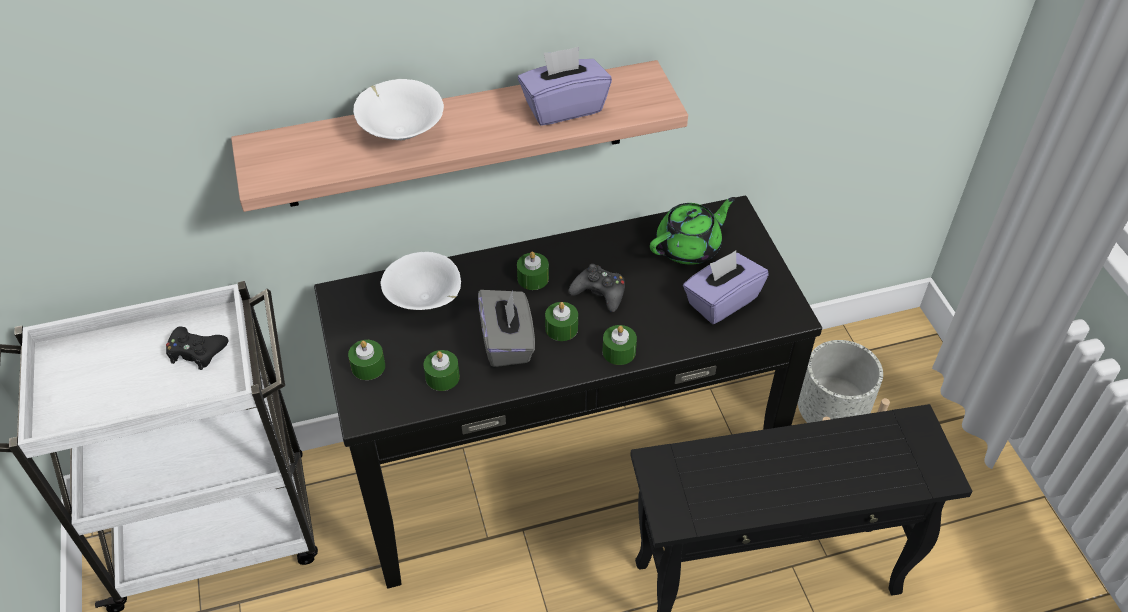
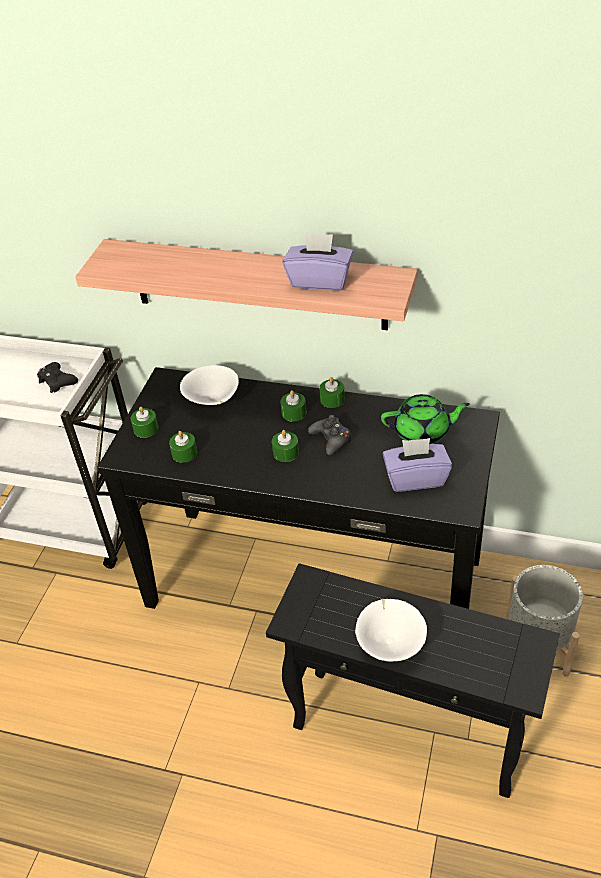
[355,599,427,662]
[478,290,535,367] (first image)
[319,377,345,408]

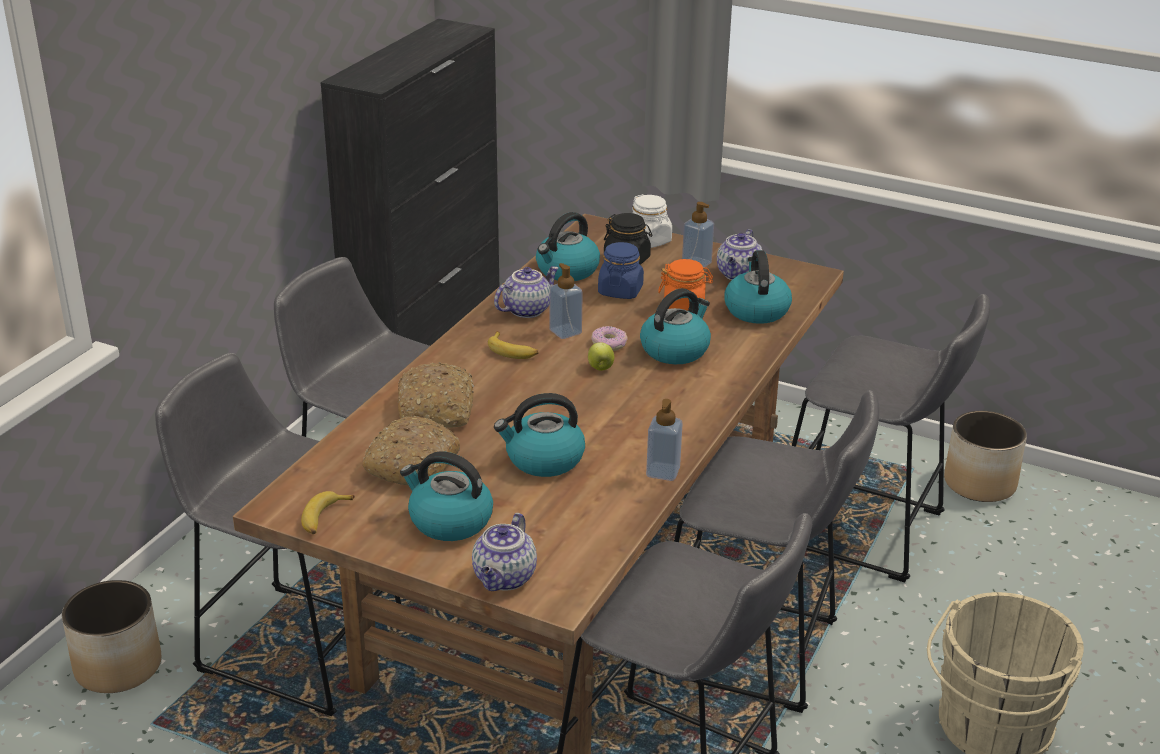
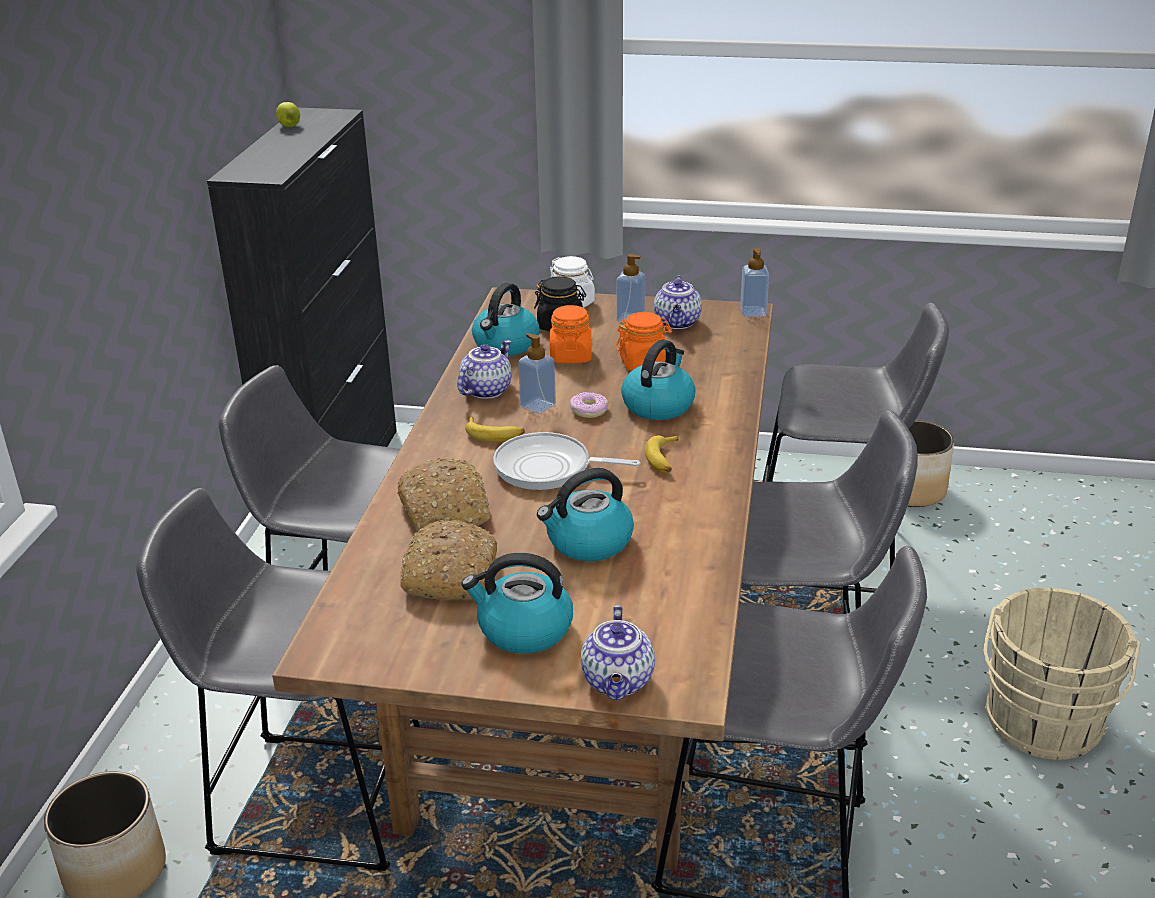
[645,435,679,472]
[276,102,300,127]
[550,305,592,364]
[740,248,769,317]
[724,250,792,324] (first image)
[493,432,640,490]

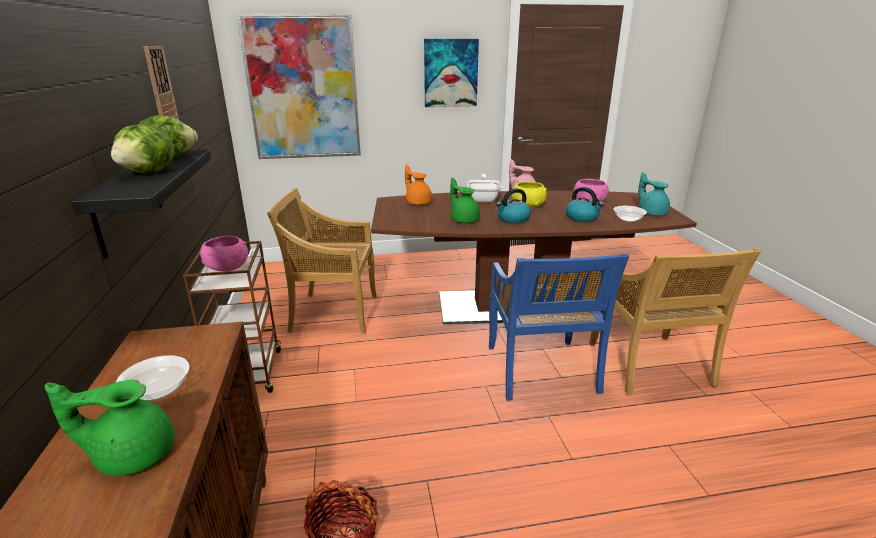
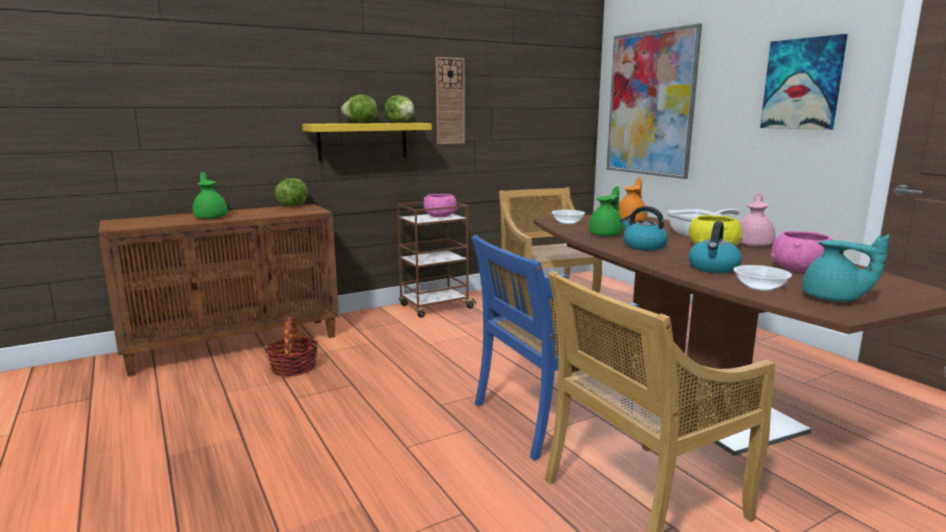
[302,123,432,161]
[551,210,585,224]
[802,235,890,302]
[275,178,308,207]

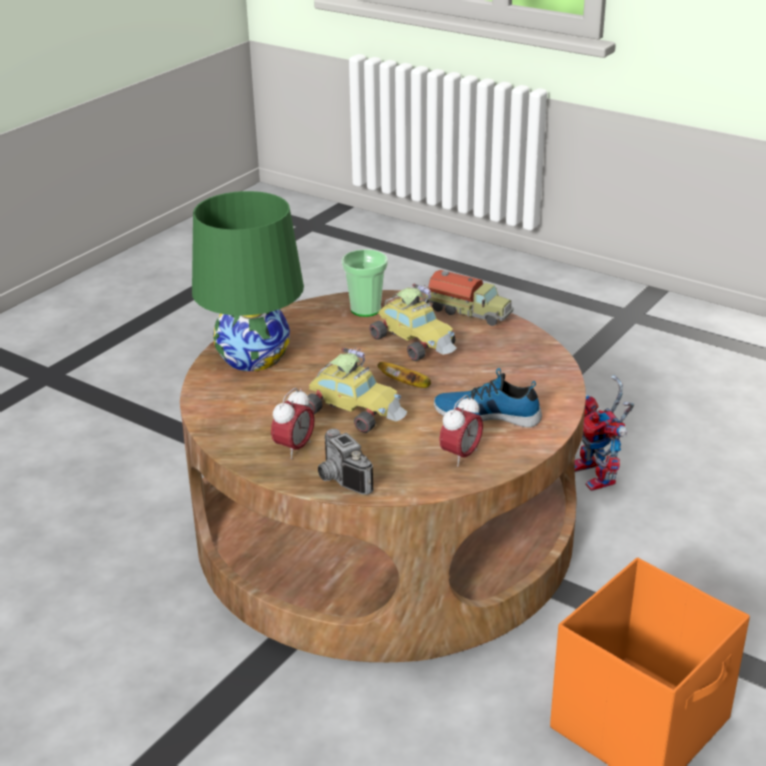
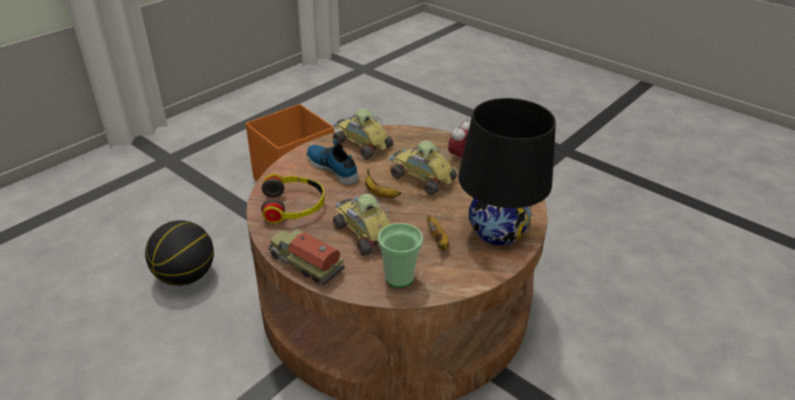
[458,98,556,245]
[318,429,374,495] (first image)
[306,139,359,185]
[332,108,393,159]
[575,375,634,491] (first image)
[145,220,214,286]
[261,174,325,224]
[427,215,449,250]

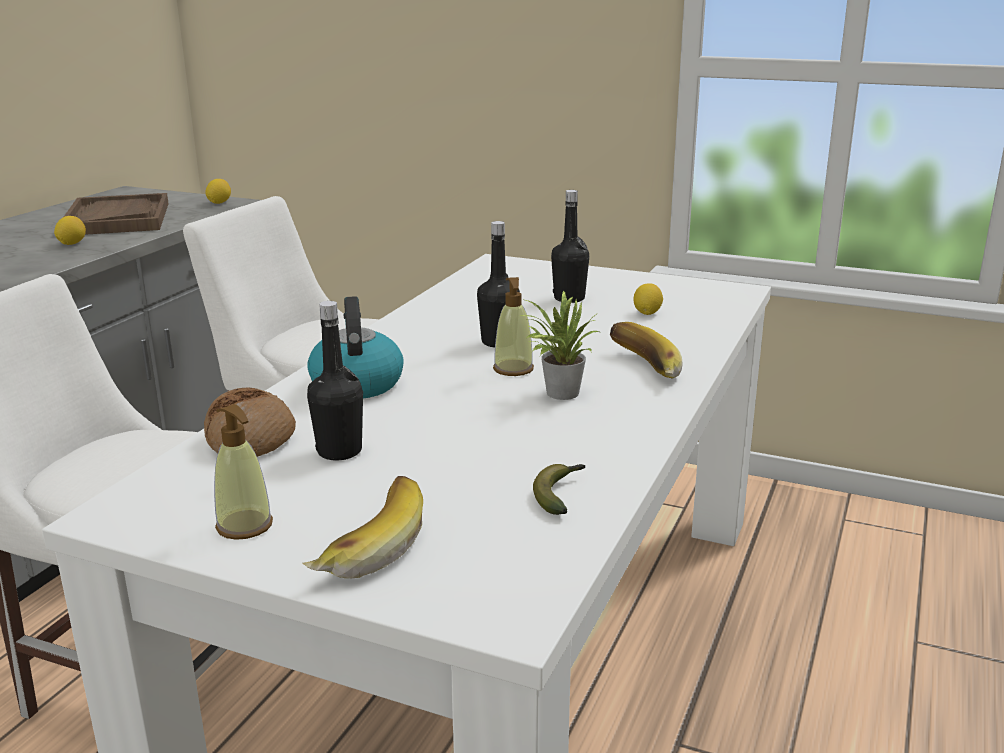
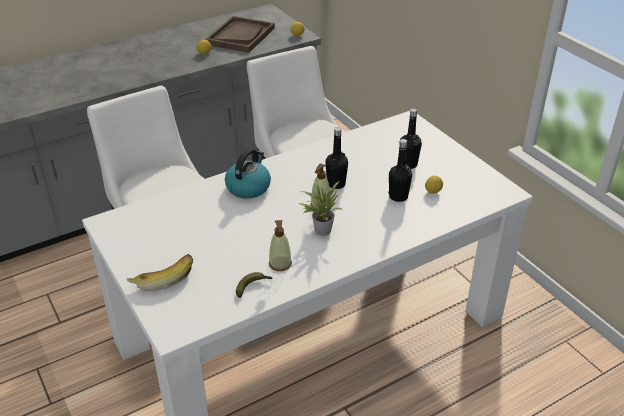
[204,387,296,457] (first image)
[269,220,292,271]
[388,139,412,202]
[610,322,682,379] (first image)

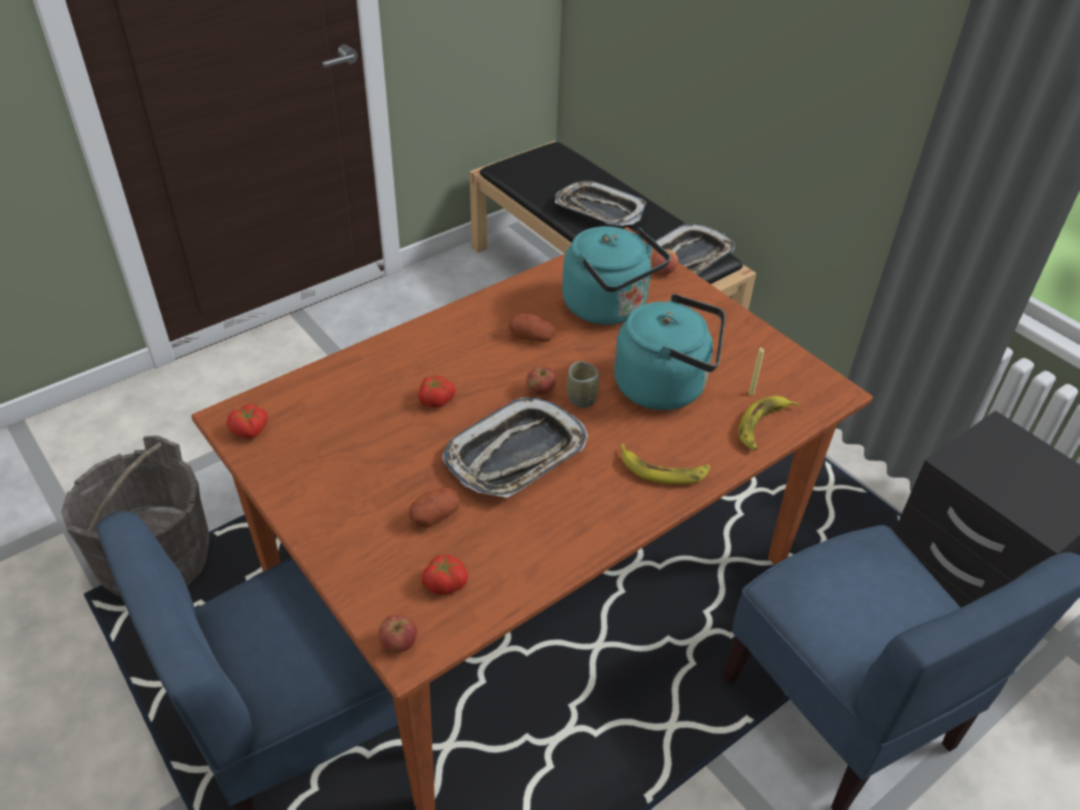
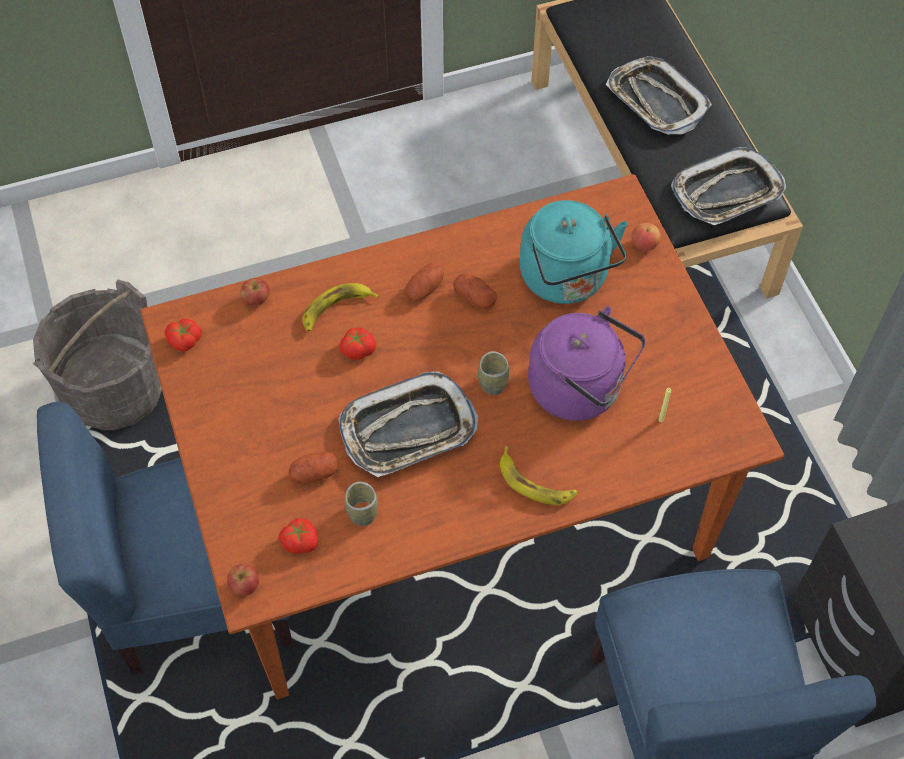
[240,278,269,306]
[528,306,646,421]
[302,283,379,332]
[345,482,378,526]
[405,263,444,301]

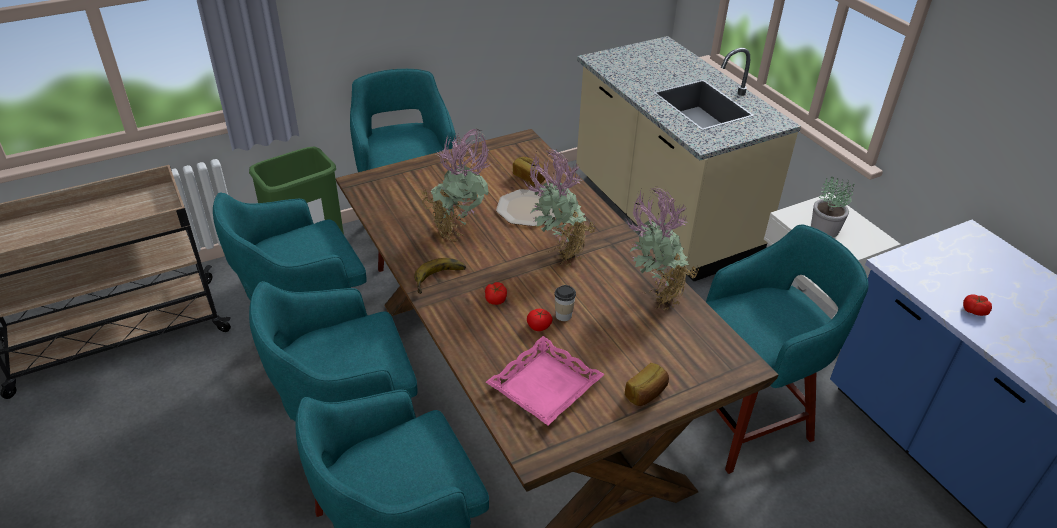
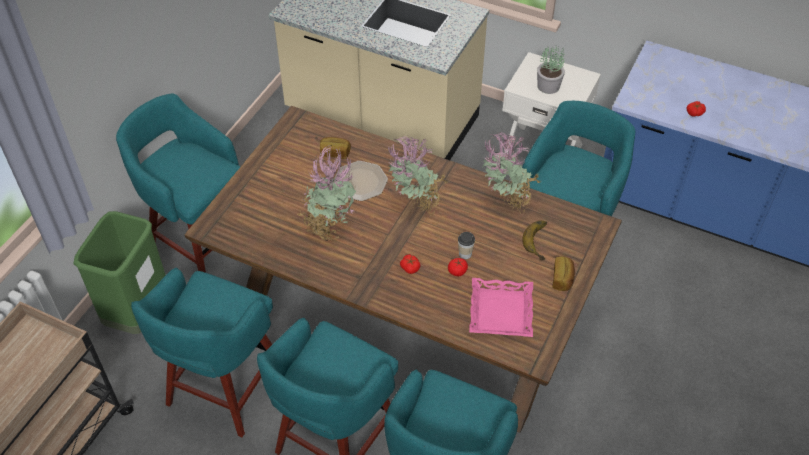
[522,220,547,260]

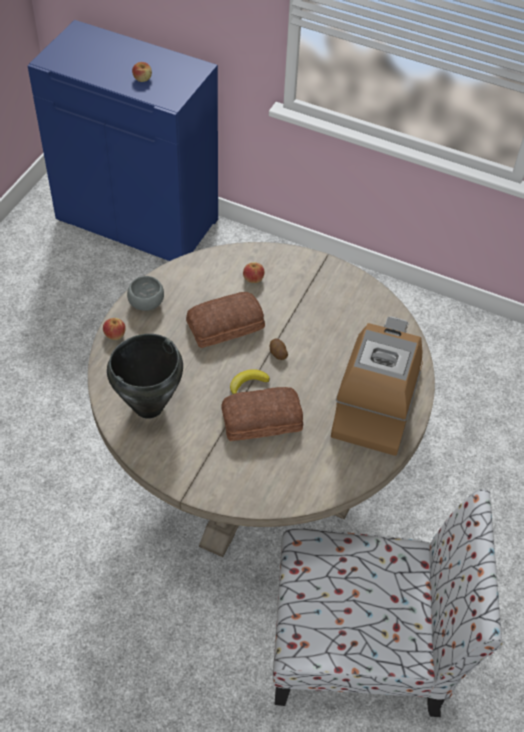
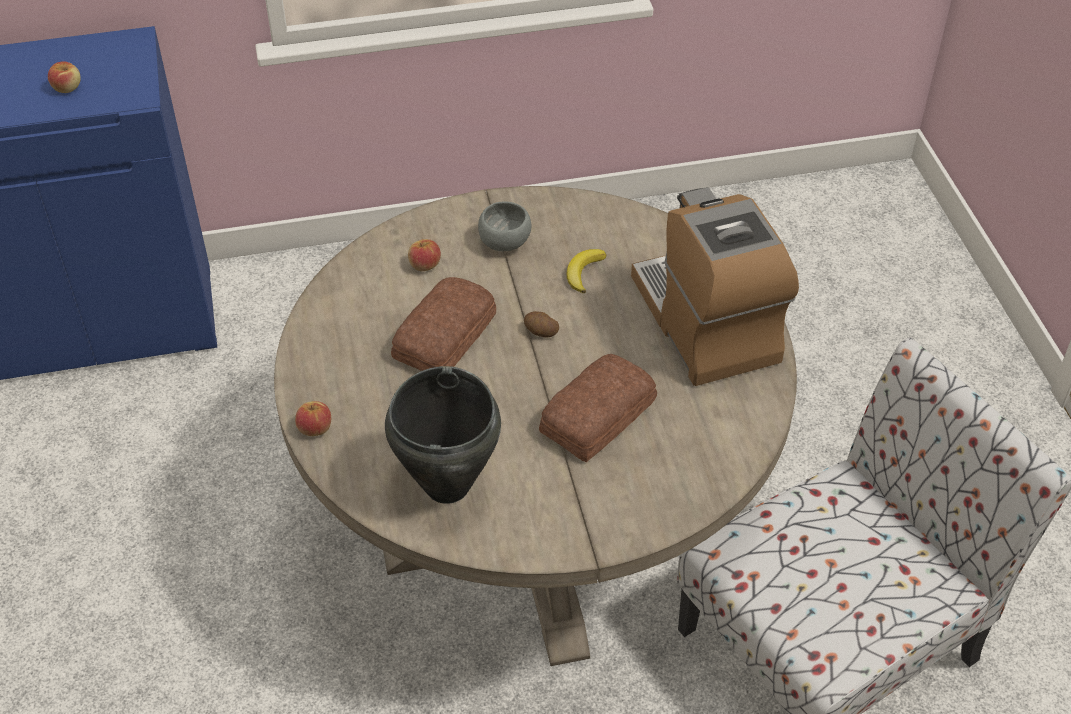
[478,201,531,251]
[567,249,606,293]

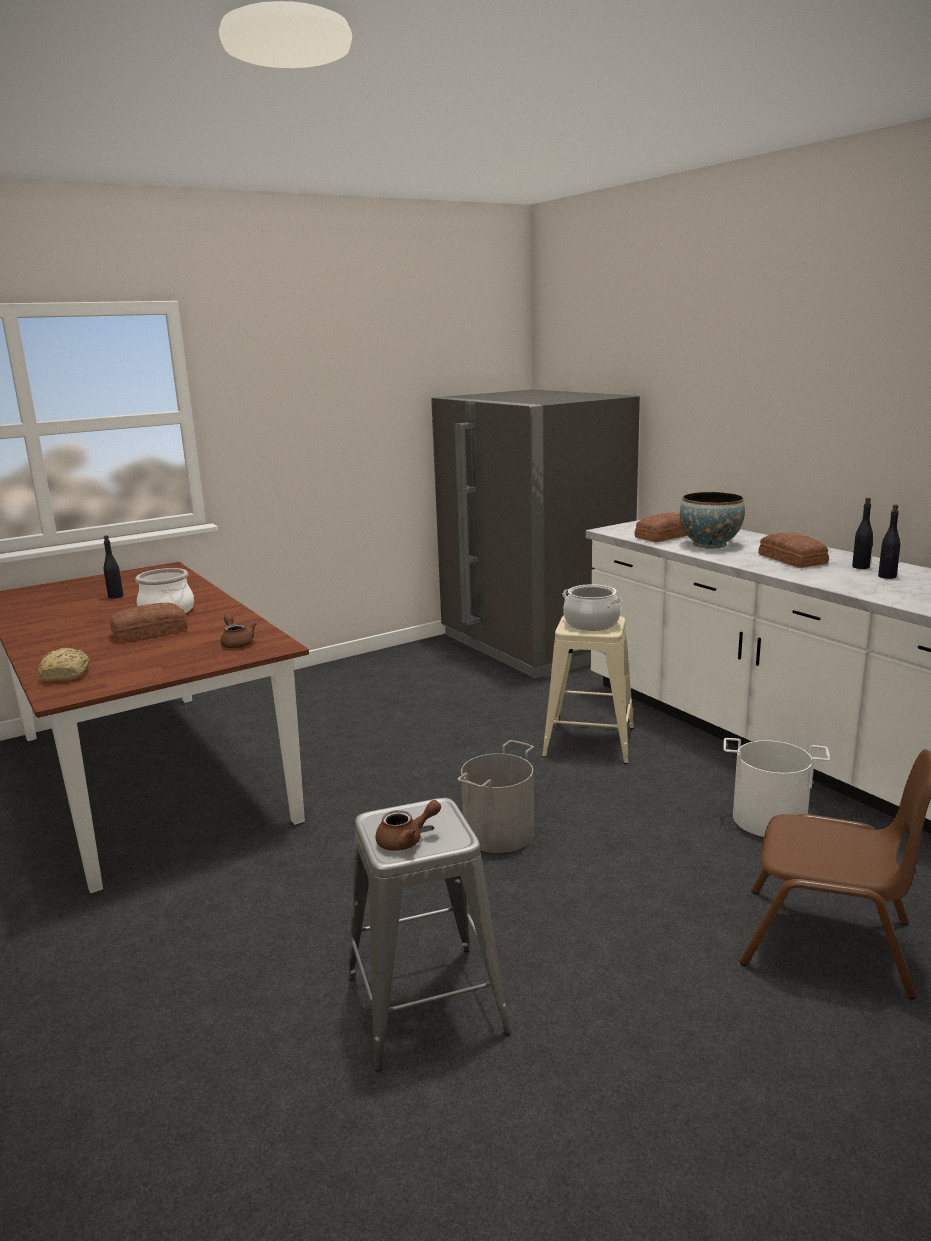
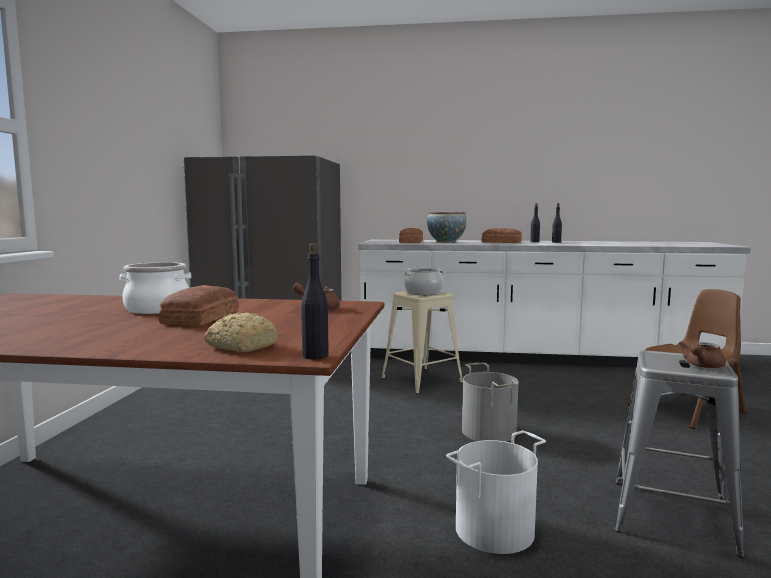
[301,243,329,359]
[678,341,726,368]
[446,431,546,554]

